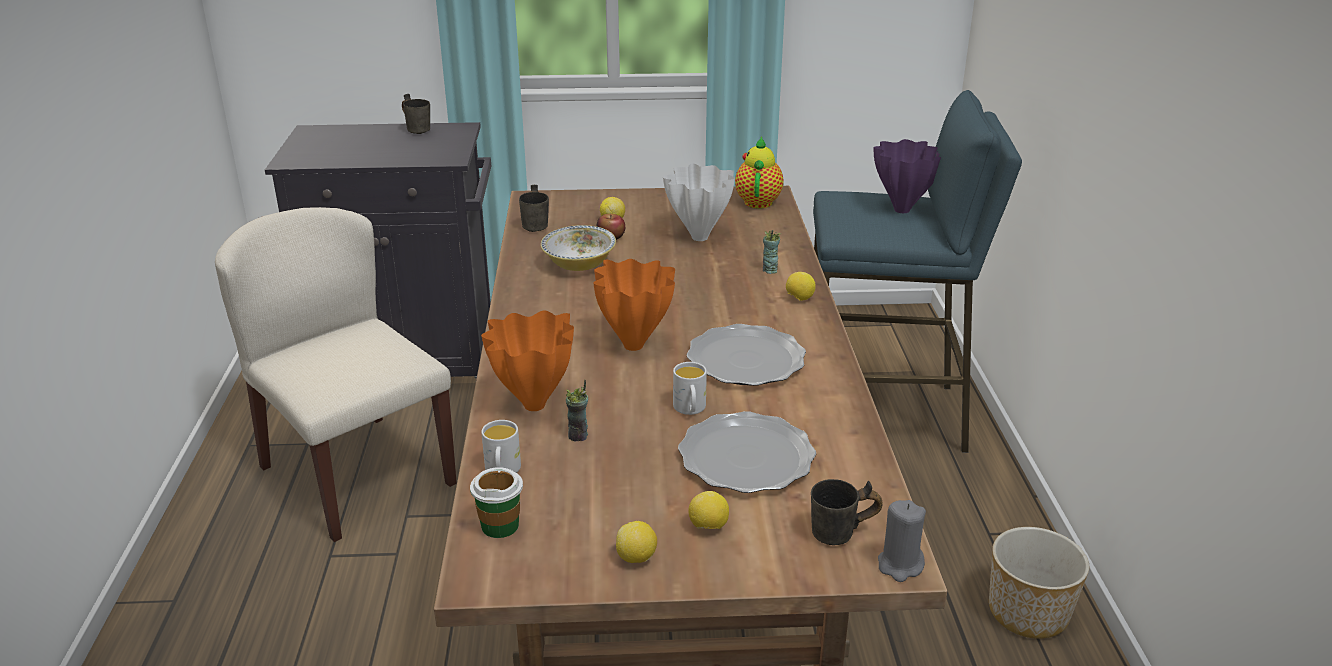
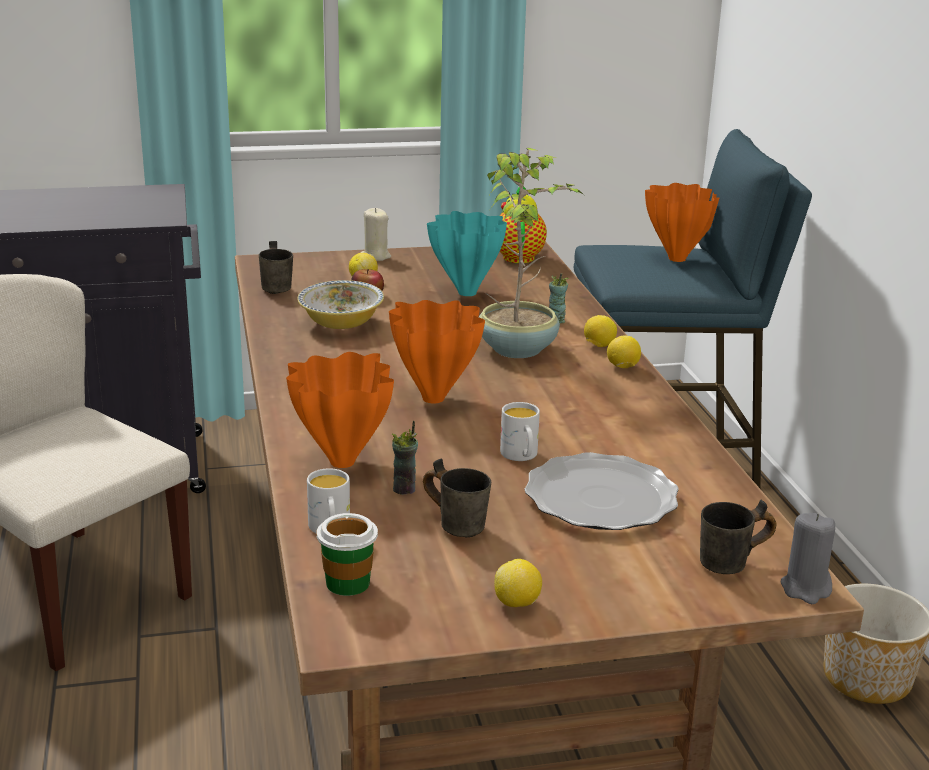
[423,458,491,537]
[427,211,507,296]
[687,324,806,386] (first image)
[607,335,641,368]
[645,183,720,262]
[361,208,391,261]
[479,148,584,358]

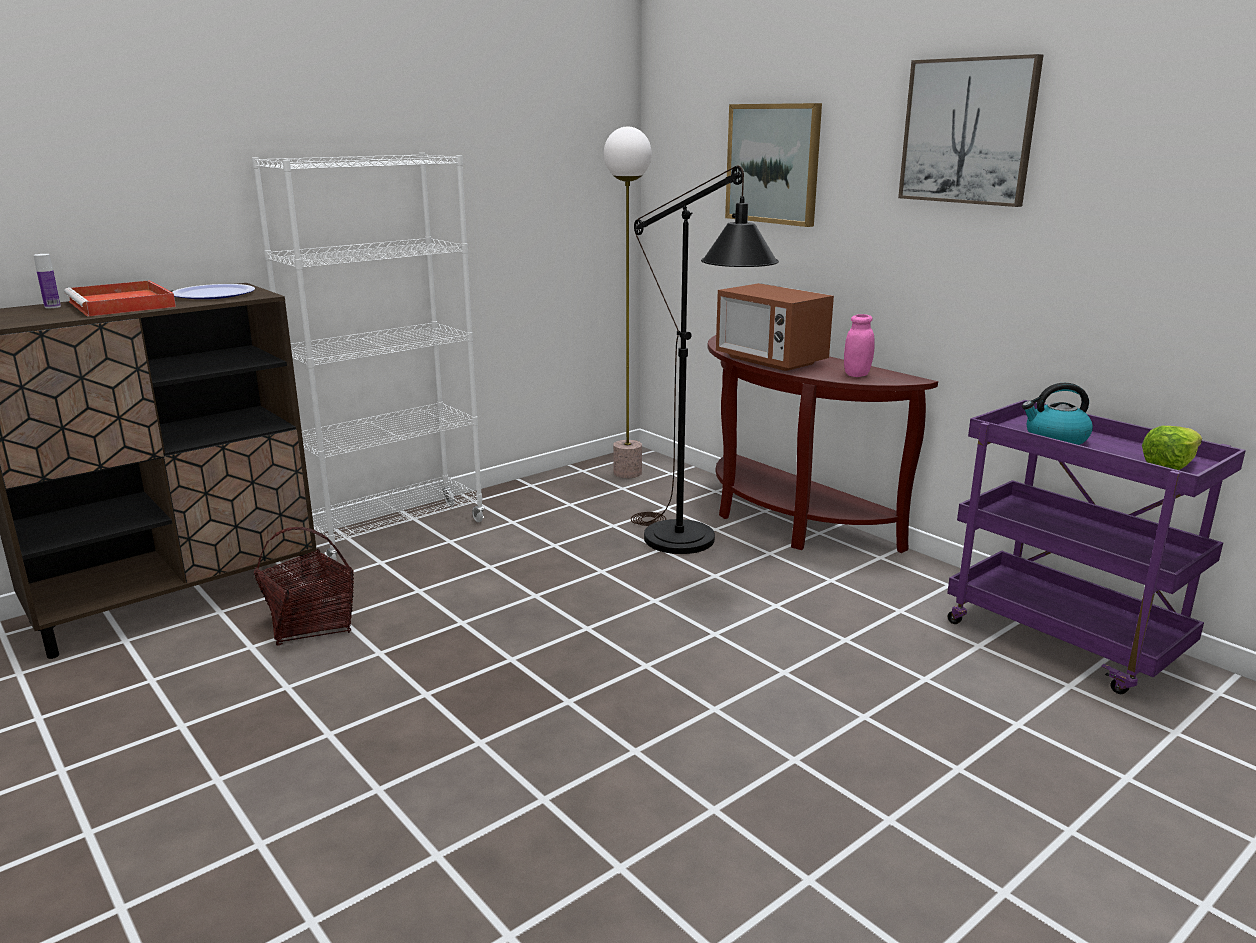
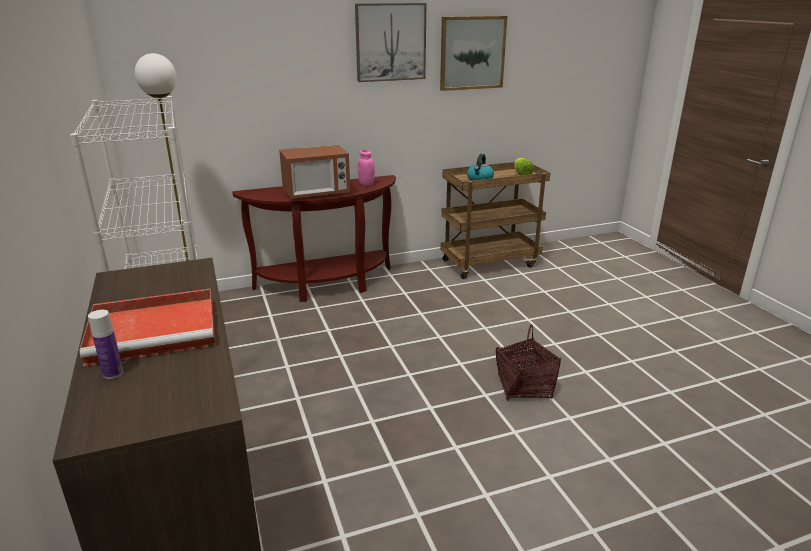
[172,284,255,299] (first image)
[496,325,561,401]
[631,165,779,554] (first image)
[440,16,507,91]
[441,162,550,279]

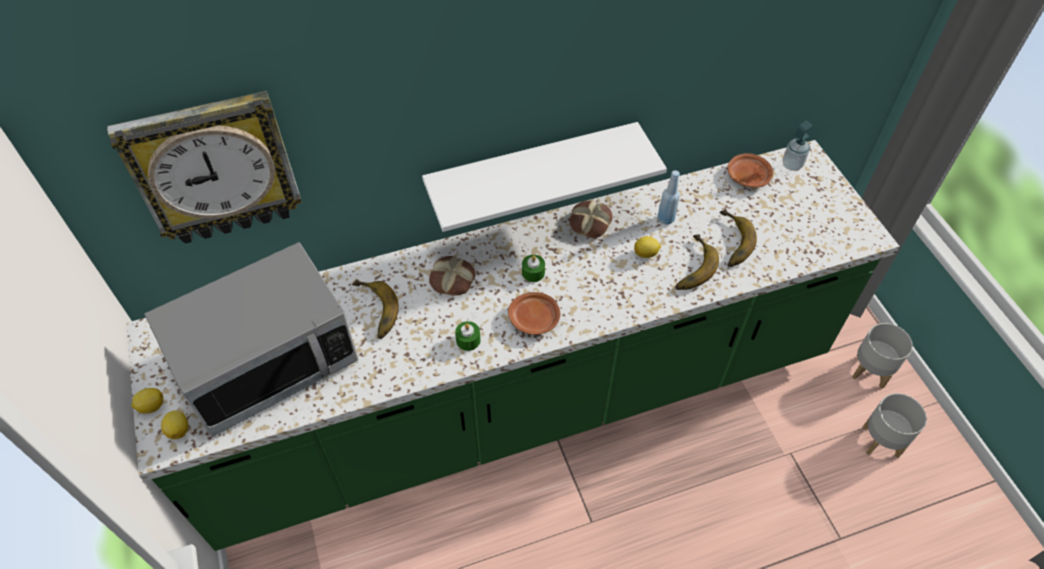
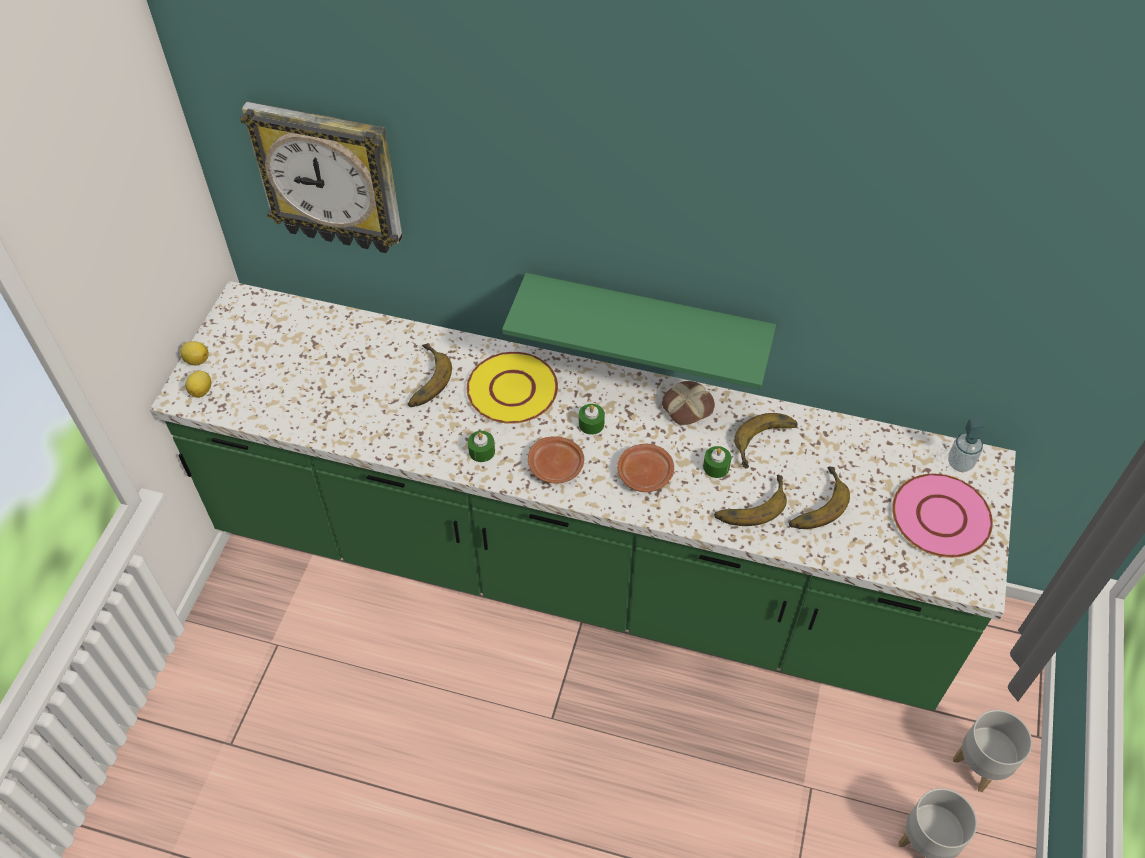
[145,242,358,437] (first image)
[502,273,776,389]
[467,352,558,424]
[703,446,731,478]
[734,413,798,469]
[617,444,674,492]
[892,474,993,558]

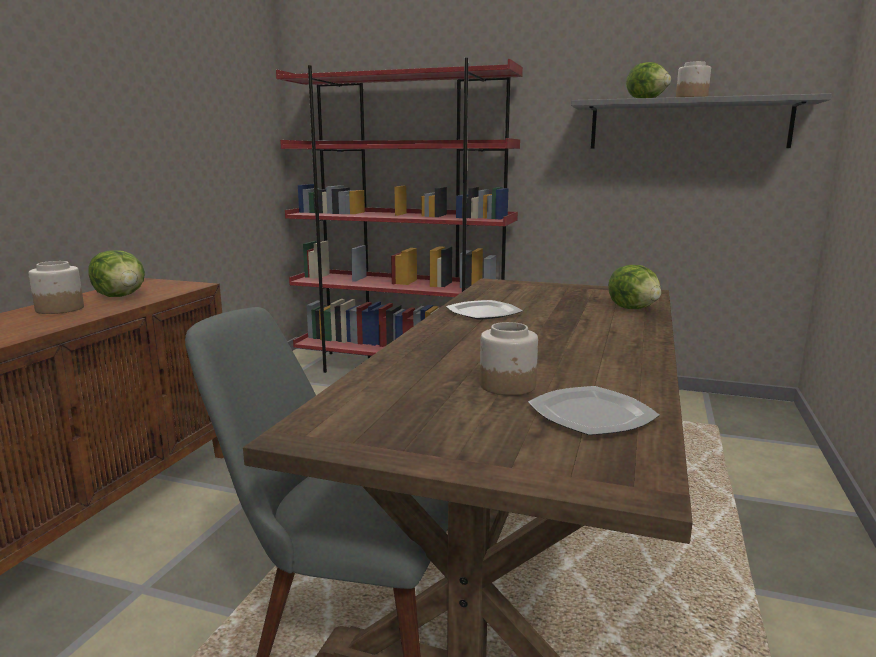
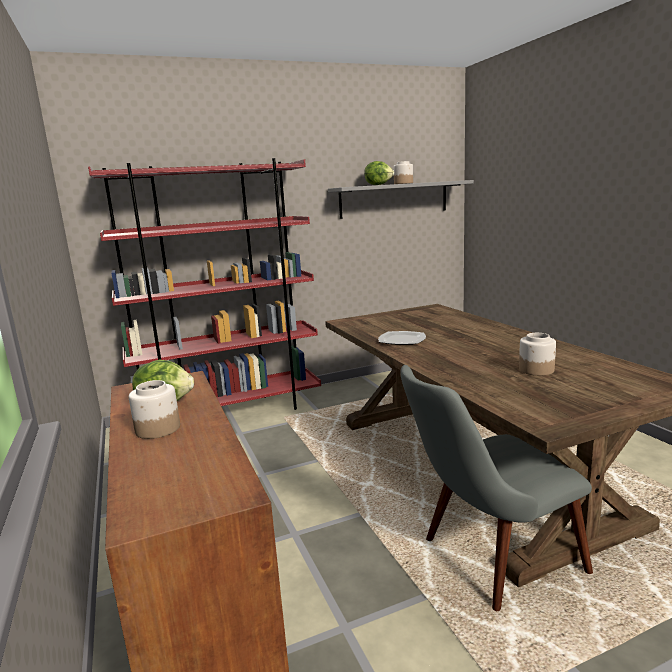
[528,386,660,435] (first image)
[608,265,661,309] (first image)

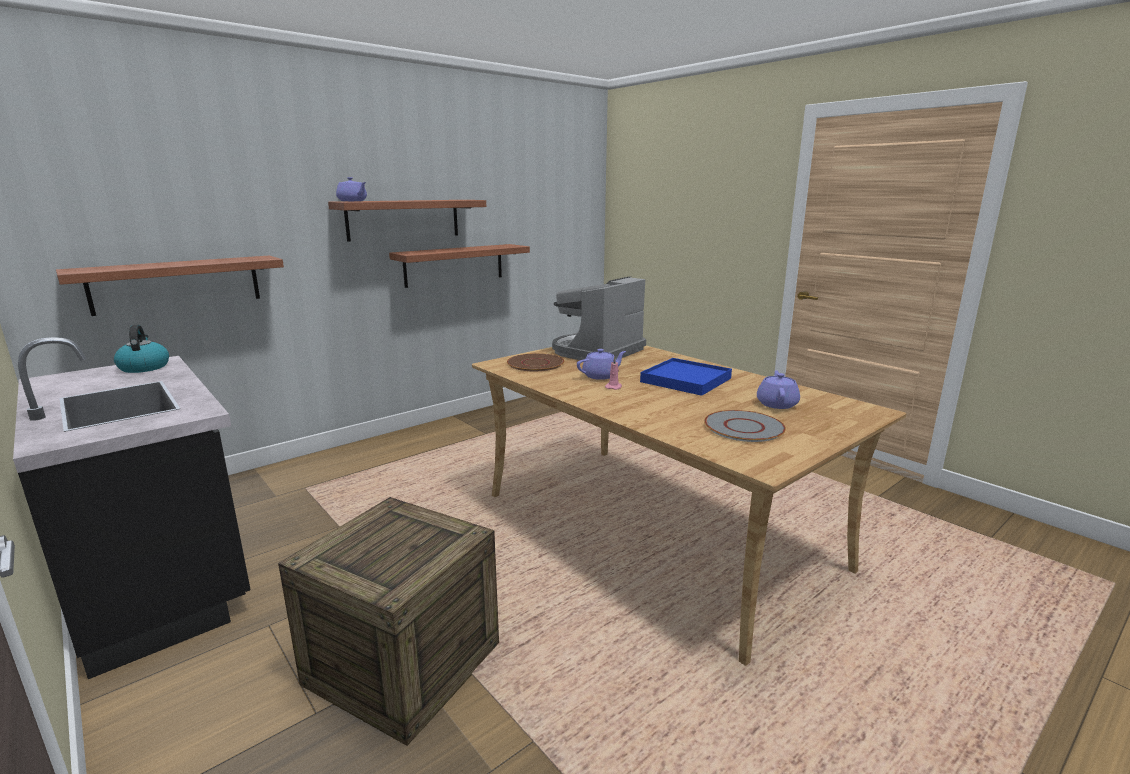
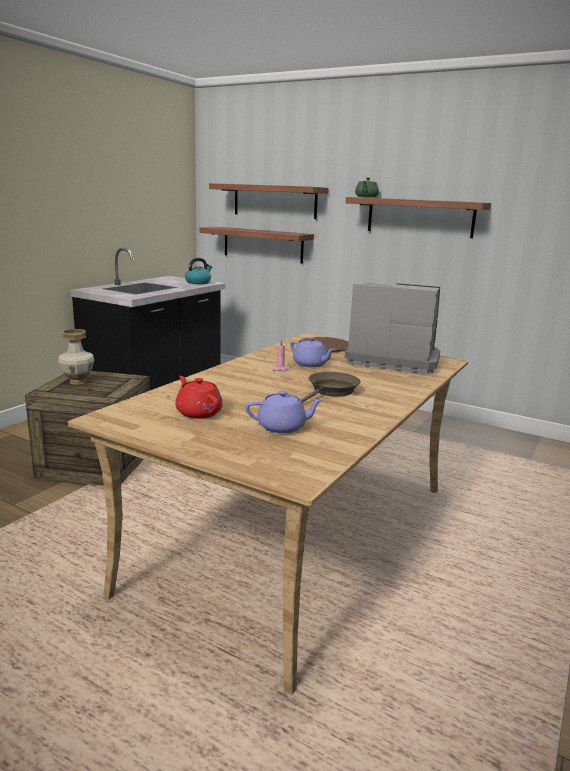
[355,178,379,198]
[209,183,328,219]
[300,372,361,403]
[175,376,223,419]
[58,329,94,385]

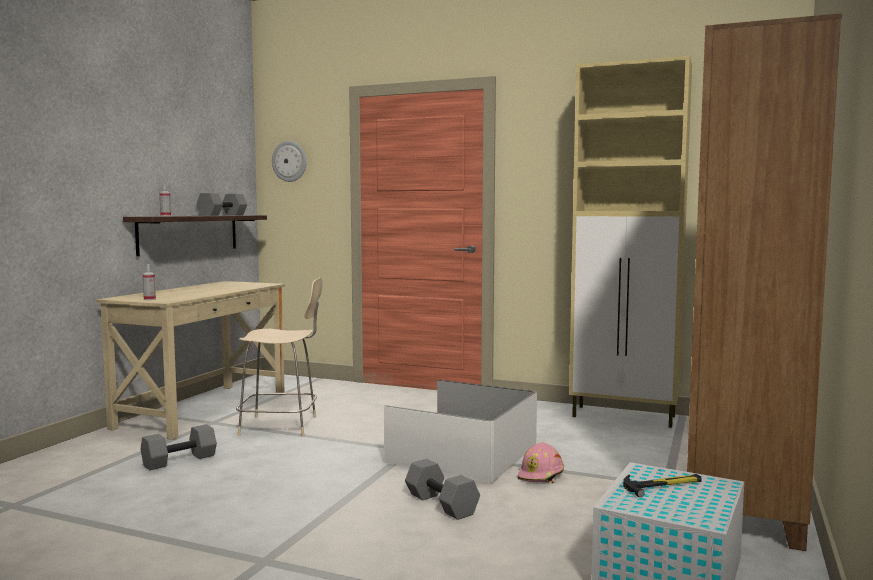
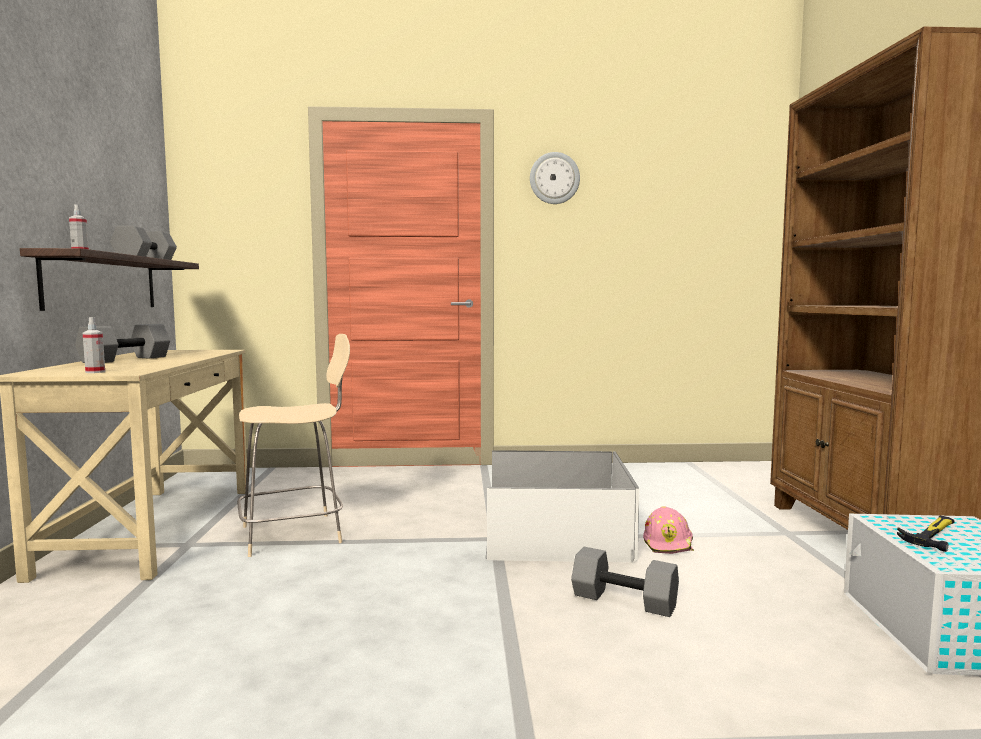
[75,324,170,363]
[530,152,580,204]
[569,56,692,428] (first image)

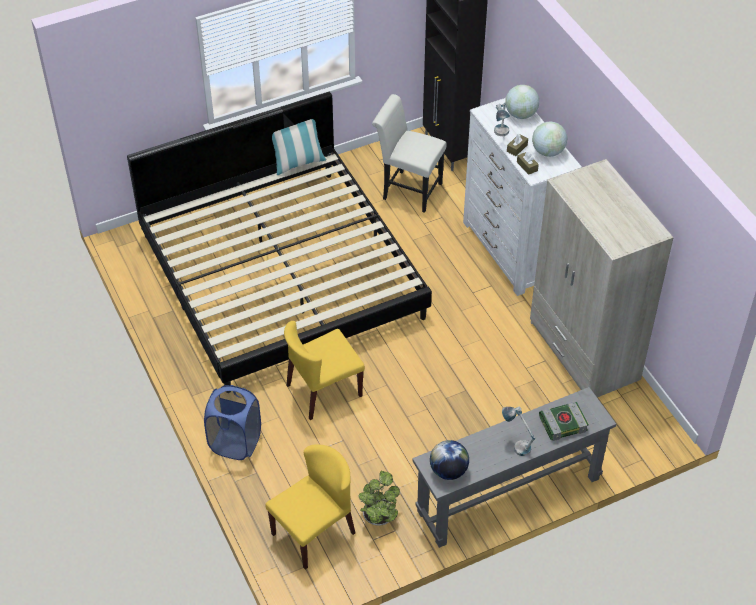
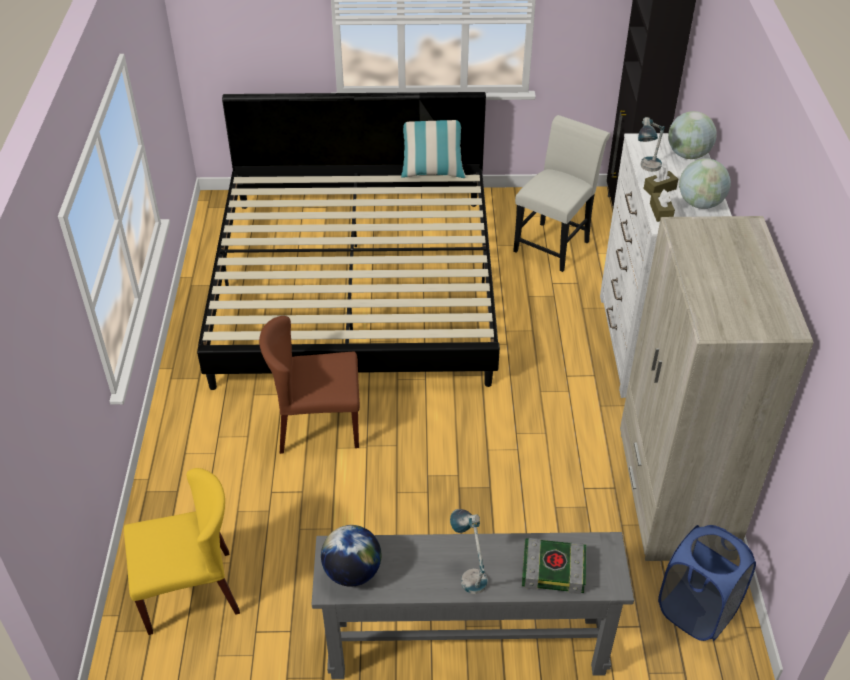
[658,525,756,641]
[259,316,360,454]
[358,471,400,526] (first image)
[513,115,610,272]

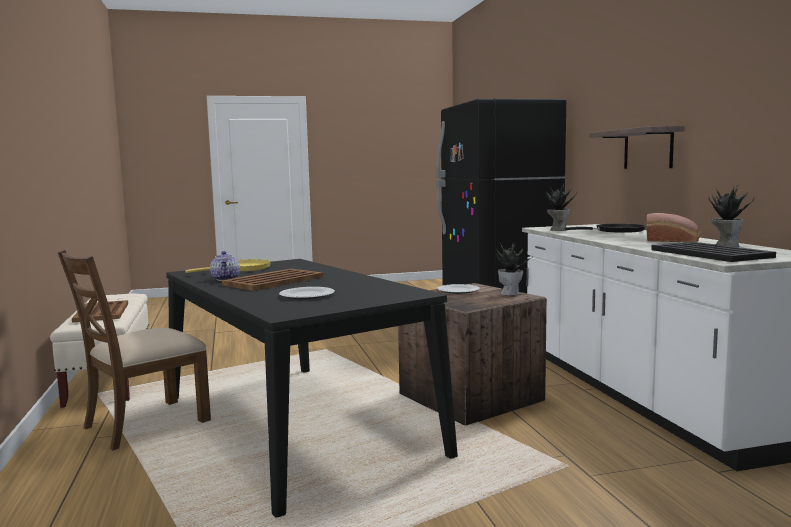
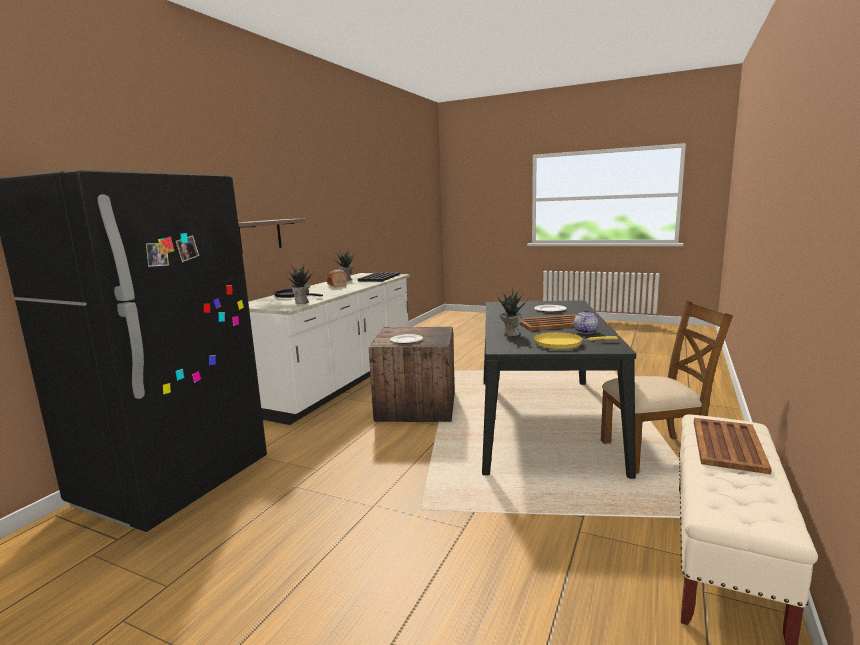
[497,288,529,336]

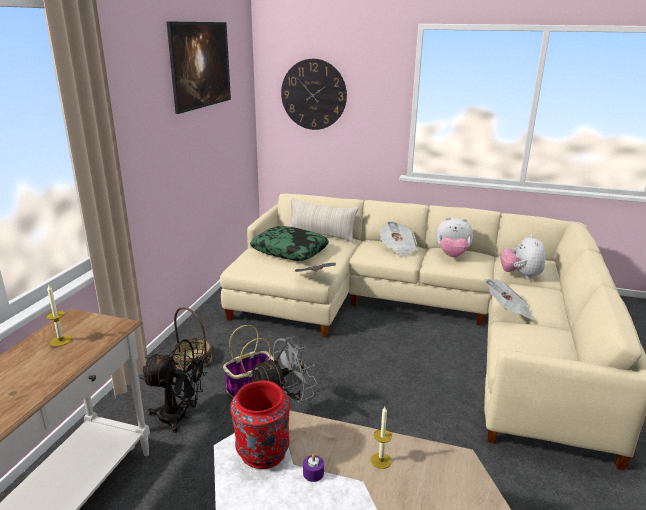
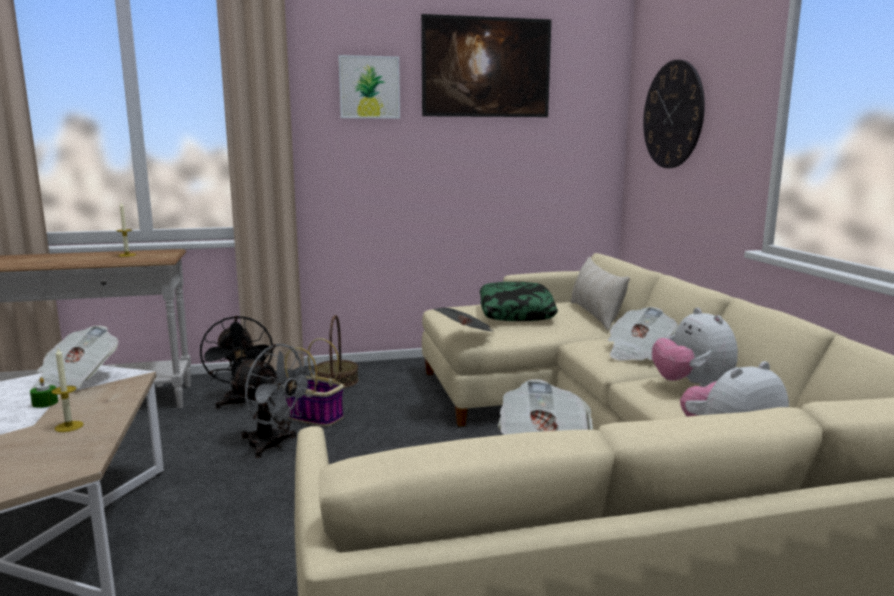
[31,325,118,389]
[30,377,58,408]
[338,55,400,119]

